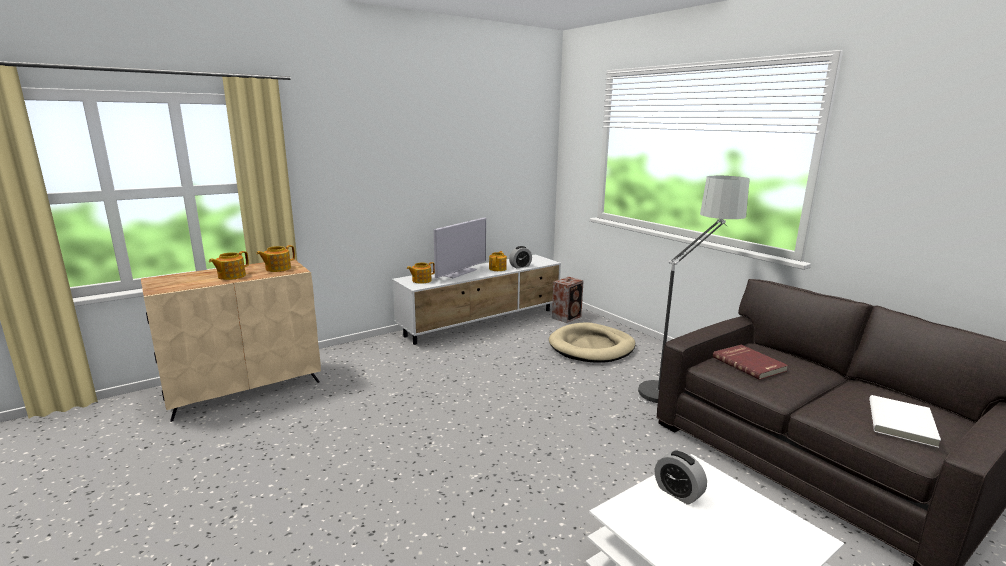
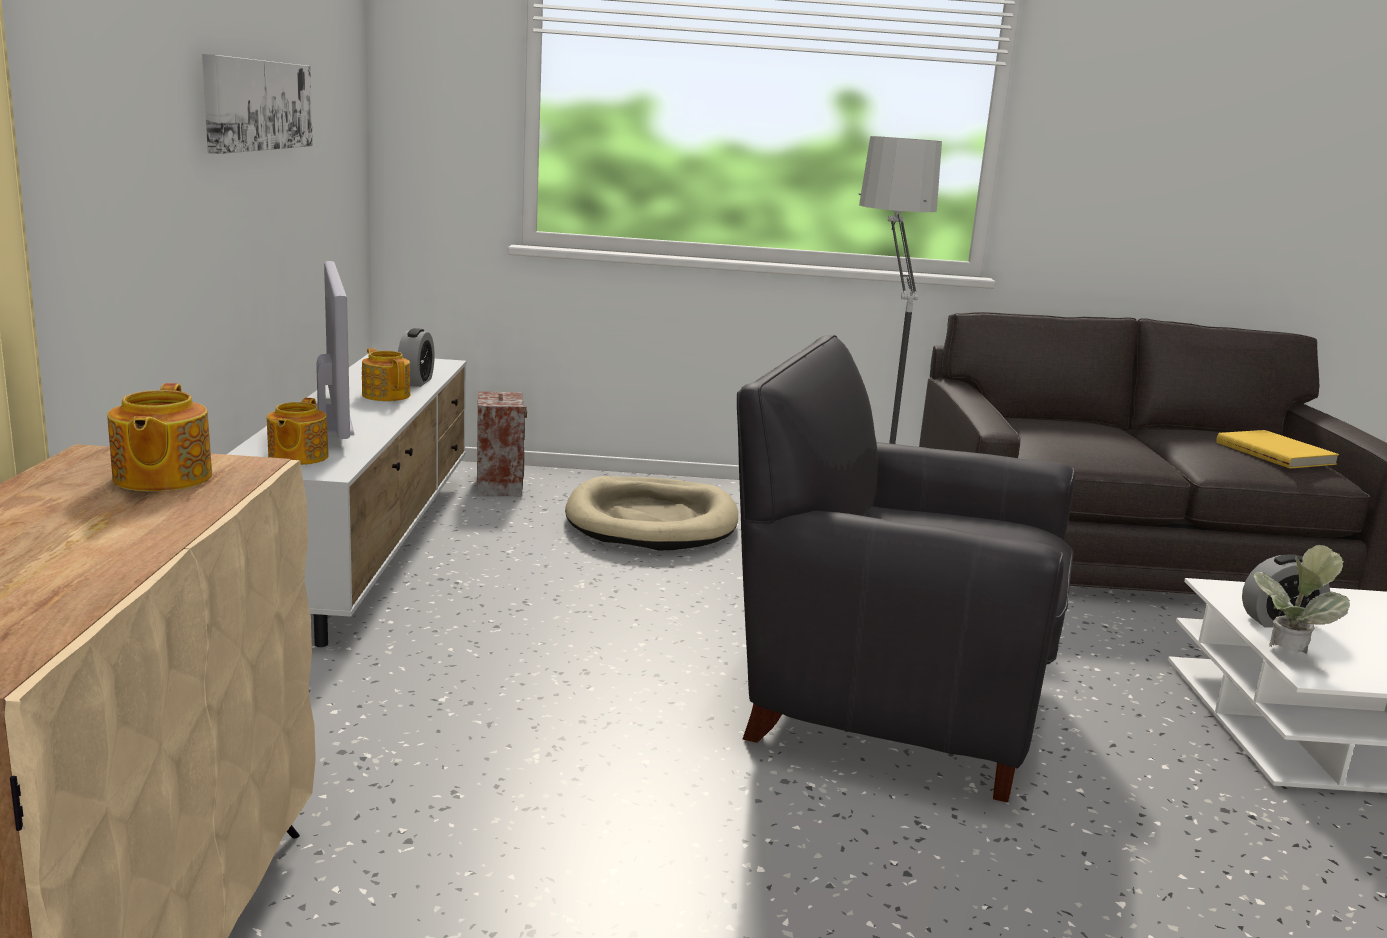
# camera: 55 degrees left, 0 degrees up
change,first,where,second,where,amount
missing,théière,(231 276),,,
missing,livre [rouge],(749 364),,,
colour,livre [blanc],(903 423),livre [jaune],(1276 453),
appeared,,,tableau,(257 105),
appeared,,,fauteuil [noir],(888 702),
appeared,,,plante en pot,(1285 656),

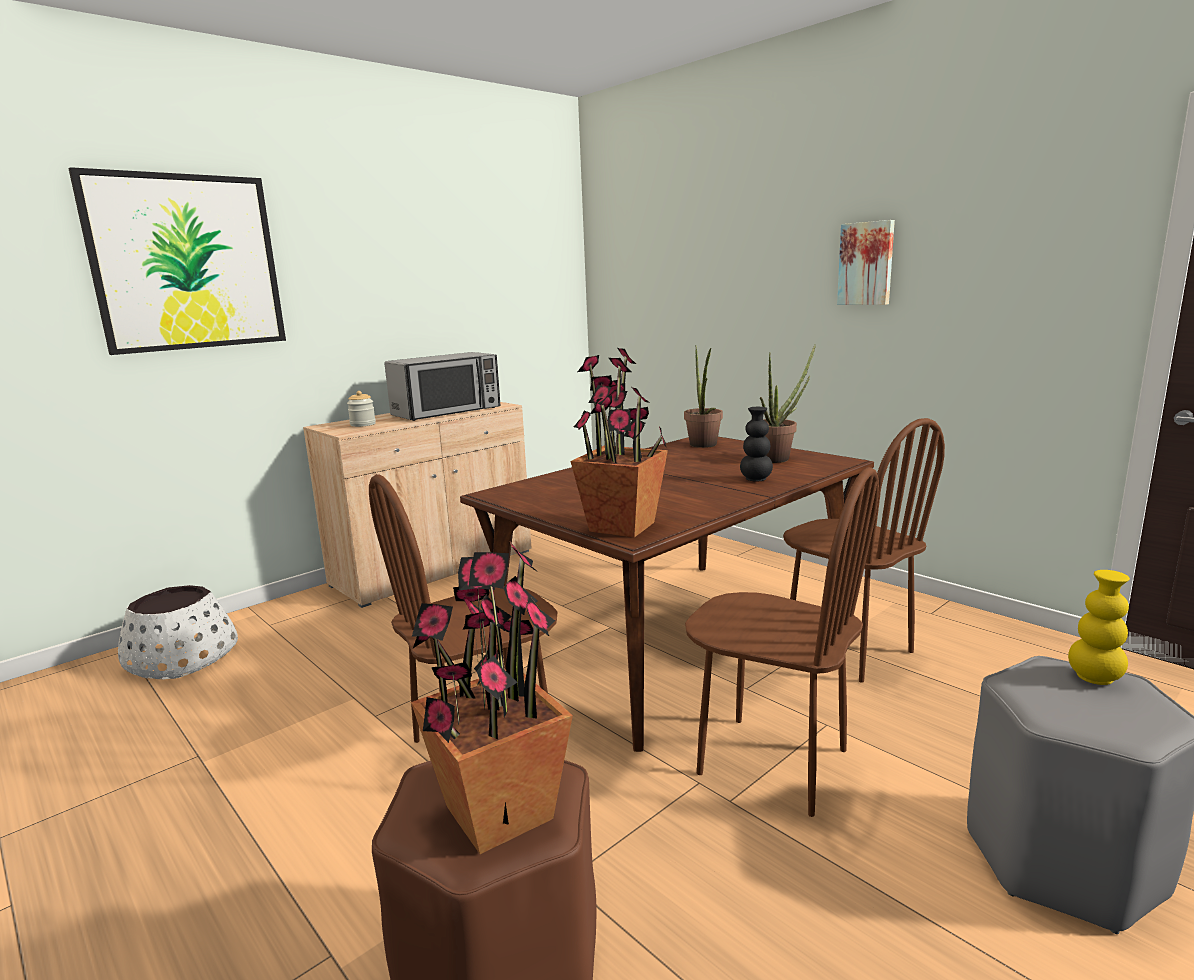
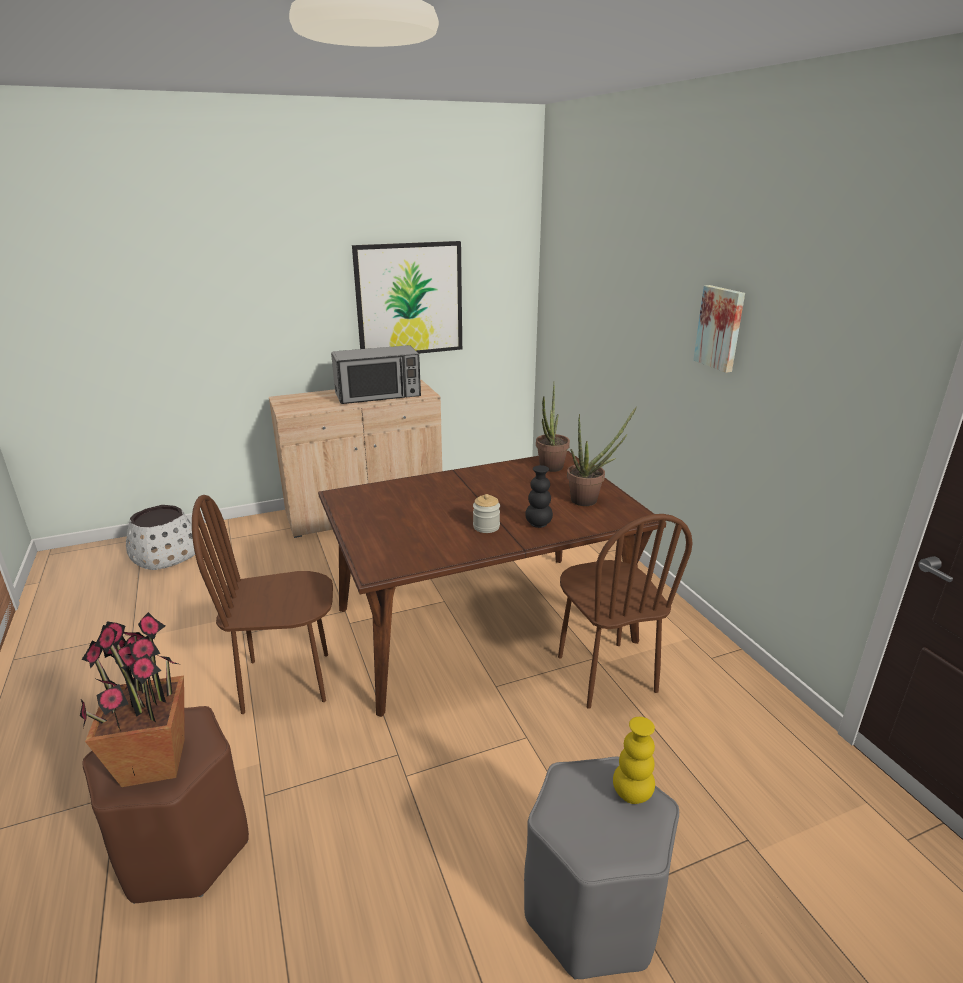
# camera: 20 degrees right, 10 degrees up
change,first,where,second,where,amount
relocated,tableau,(186 263),,(409 299),
missing,plante en pot,(622 527),,,
relocated,bocal,(363 424),,(486 527),
missing,chaise [marron],(772 762),,,

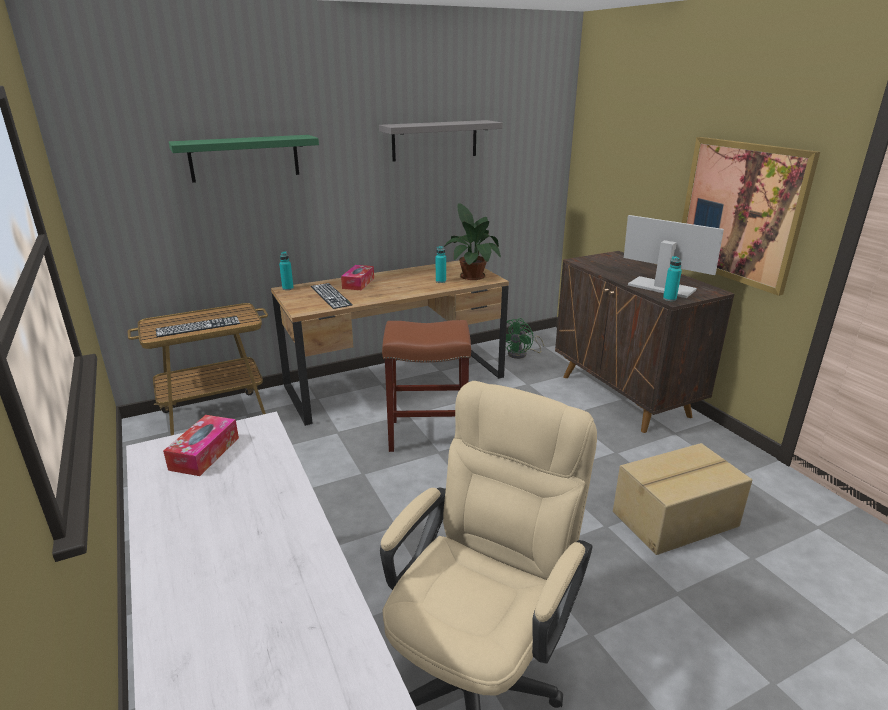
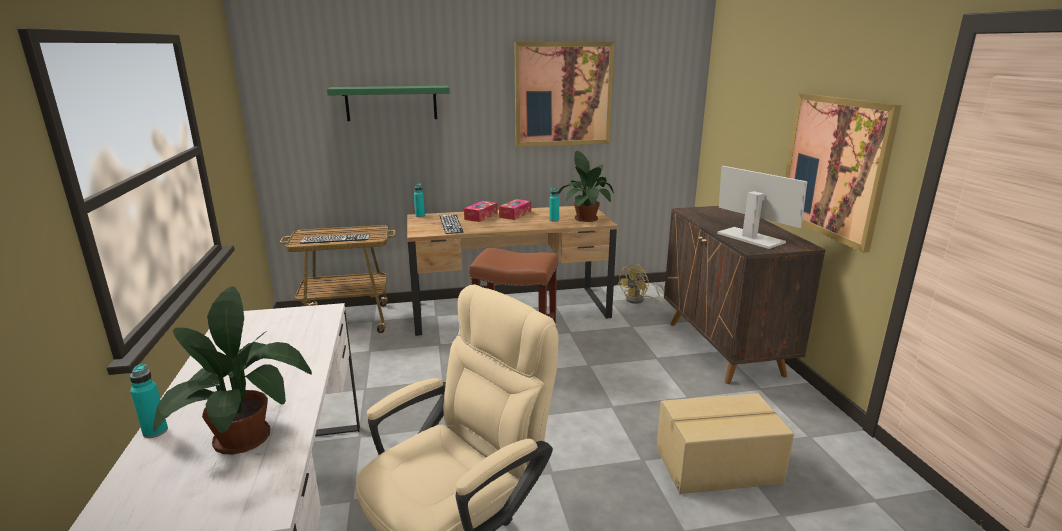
# camera: 15 degrees right, 5 degrees down
change,first,where,second,where,amount
exchanged,étagère [gris],(435 140),tableau,(563 94),
relocated,bouteille [turquoise],(669 299),,(155 431),
colour,ventilateur [vert],(521 354),ventilateur [jaune],(639 300),
relocated,boîte à mouchoirs,(204 453),,(515 214),
appeared,,,plante en pot,(246 434),

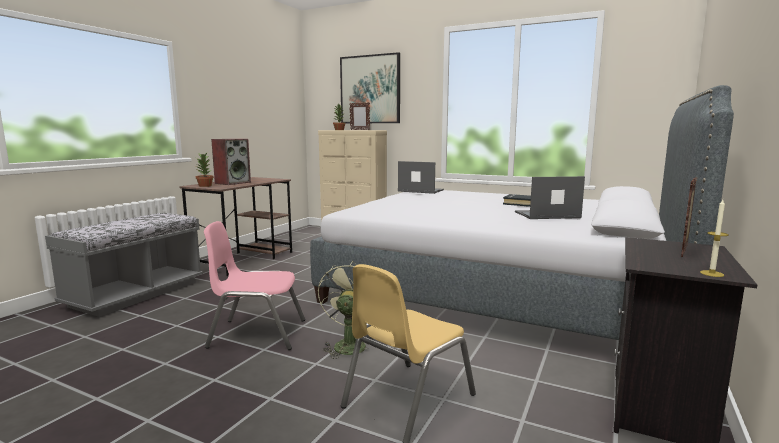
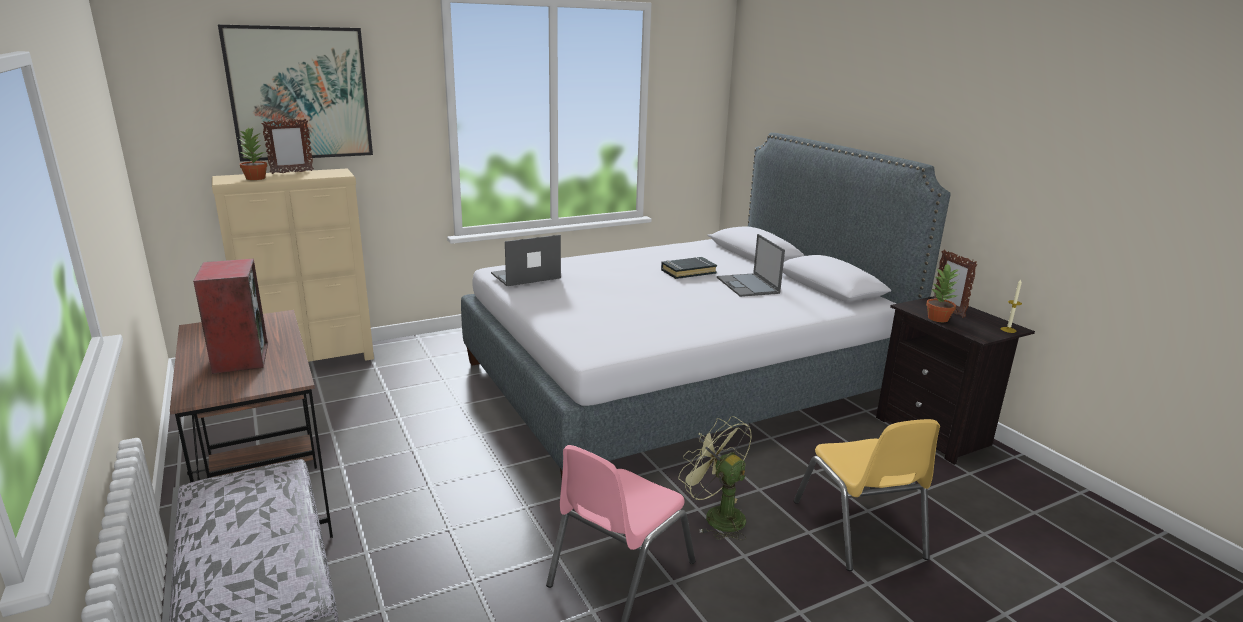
# camera: 55 degrees left, 10 degrees up
change,first,where,second,where,amount
relocated,plante en pot,(205 186),,(938 318),
spun,ordinateur portable,(546 215),,(748 285),45 degrees counterclockwise

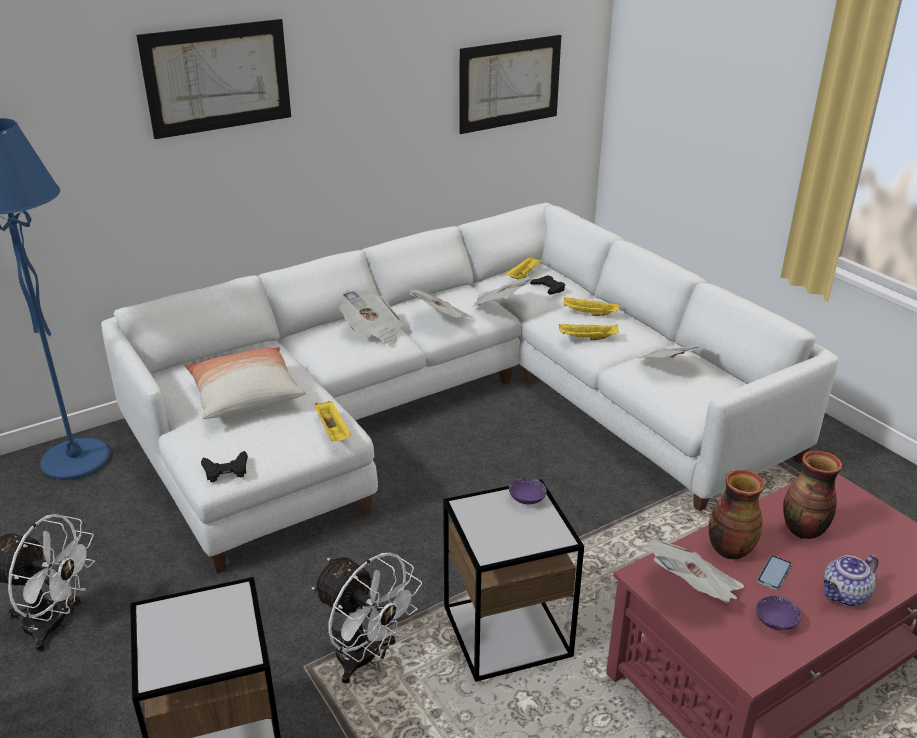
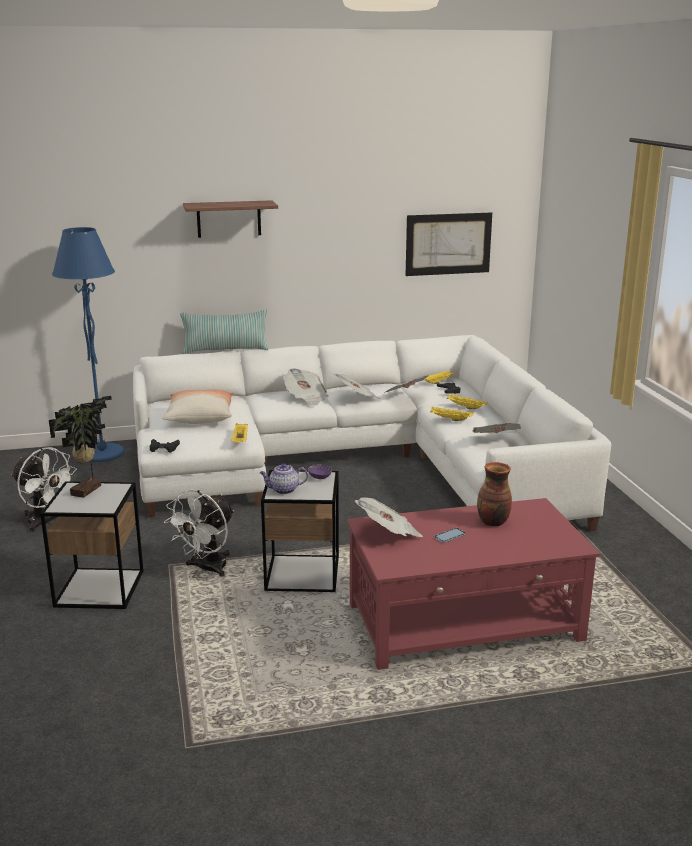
# camera: 20 degrees right, 10 degrees down
change,first,where,second,where,amount
exchanged,tableau,(218 78),étagère,(229 219),
missing,vase,(729 549),,,
spun,ventilateur [blanc],(365 659),,(207 569),60 degrees clockwise
relocated,théière,(844 595),,(283 490),
missing,bol [violet],(775 622),,,
appeared,,,coussin,(225 350),
appeared,,,plante en pot,(88 490),

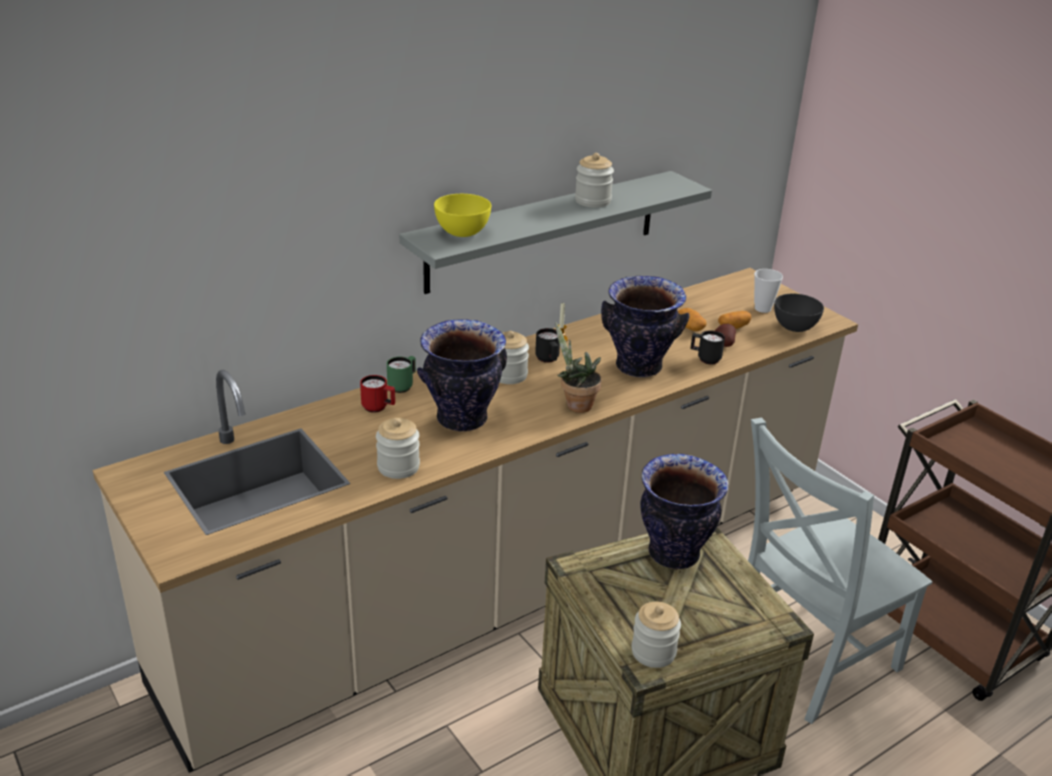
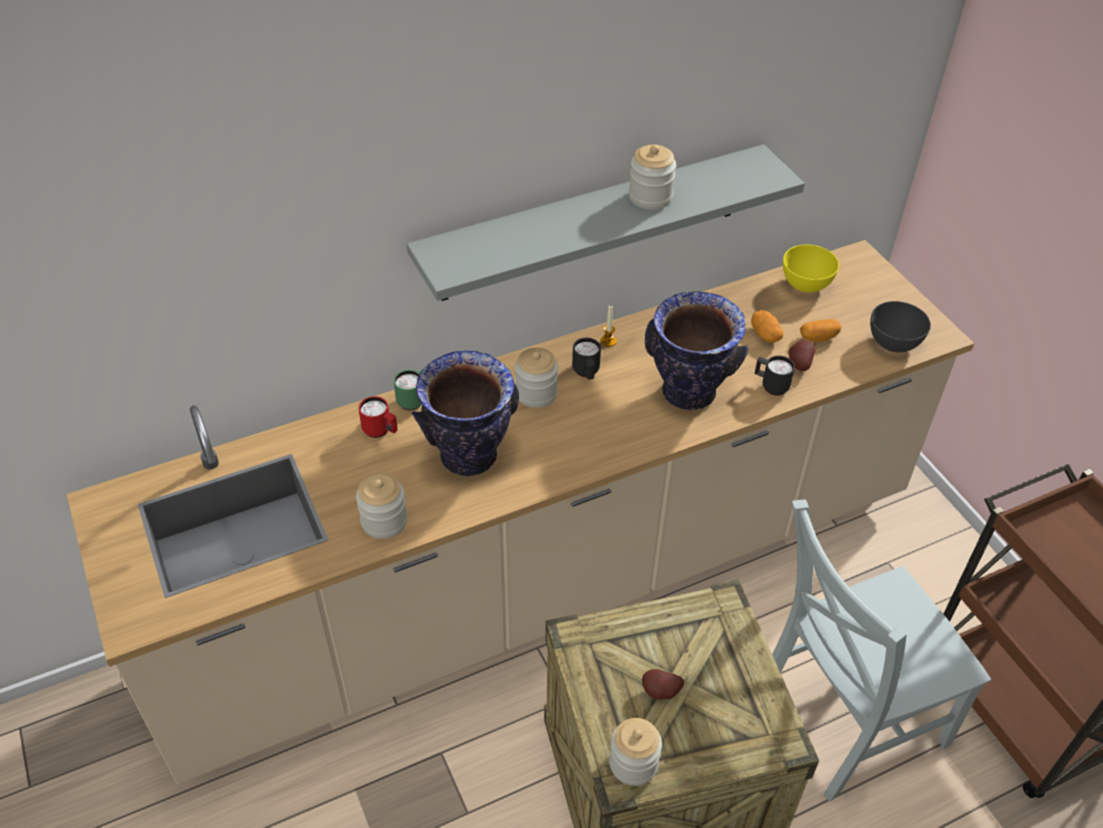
# camera: 10 degrees right, 15 degrees up
change,first,where,second,where,amount
relocated,bol [jaune],(463 232),,(806 284),
missing,tasse,(762 308),,,
missing,plante en pot,(575 405),,,
missing,vase,(674 554),,,
appeared,,,pomme de terre,(661 693),

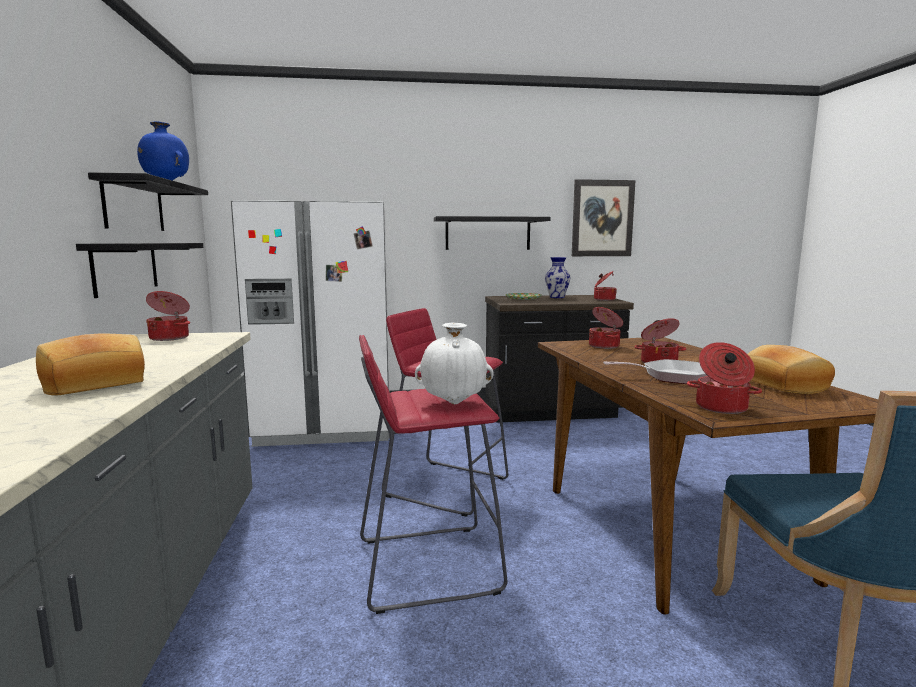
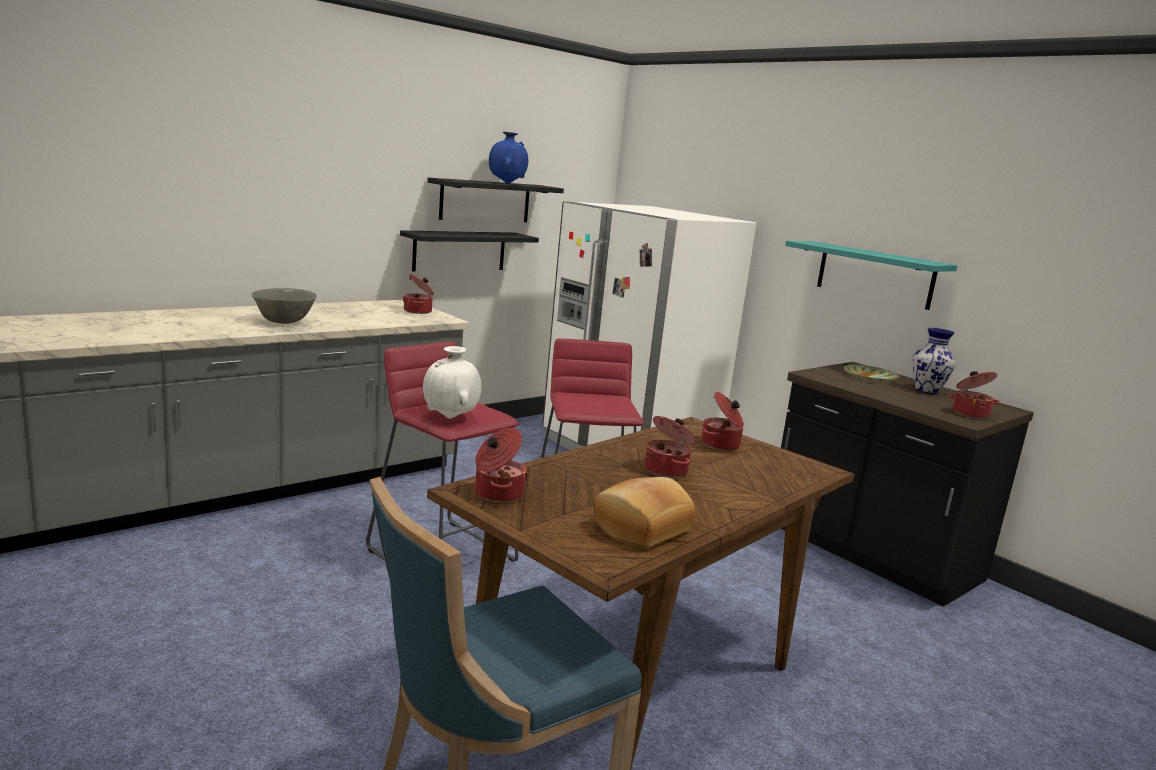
# camera: 55 degrees right, 5 degrees up
change,first,where,second,where,amount
missing,tableau,(602 218),,,
colour,étagère [noir],(488 233),étagère [turquoise],(875 275),
exchanged,pain,(94 384),bol [gris],(284 322),
missing,poêle,(672 377),,,

